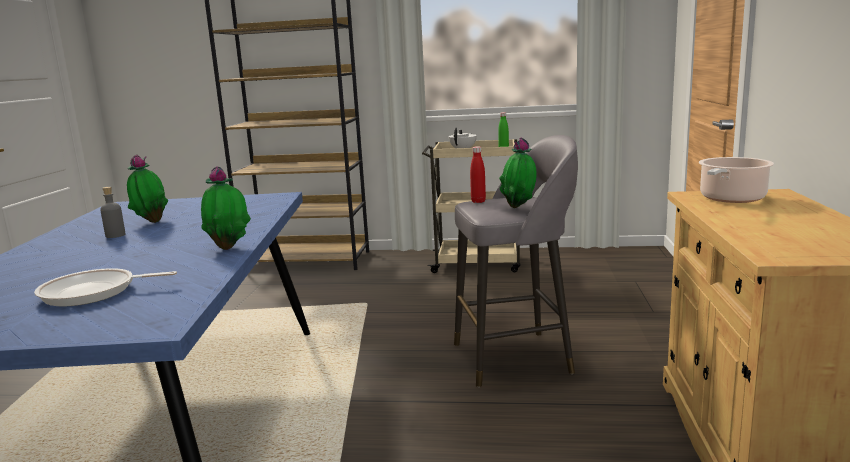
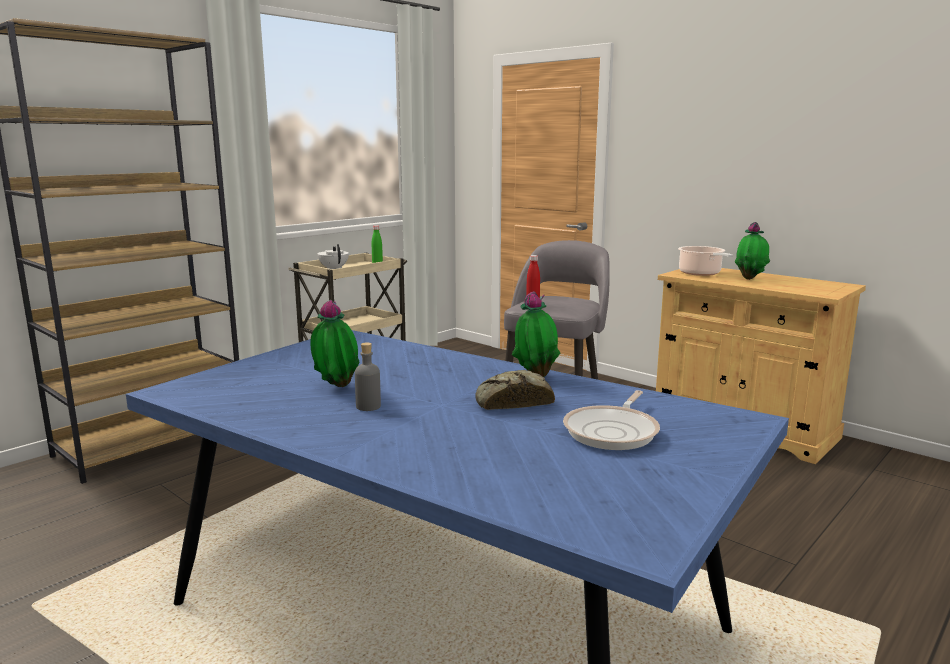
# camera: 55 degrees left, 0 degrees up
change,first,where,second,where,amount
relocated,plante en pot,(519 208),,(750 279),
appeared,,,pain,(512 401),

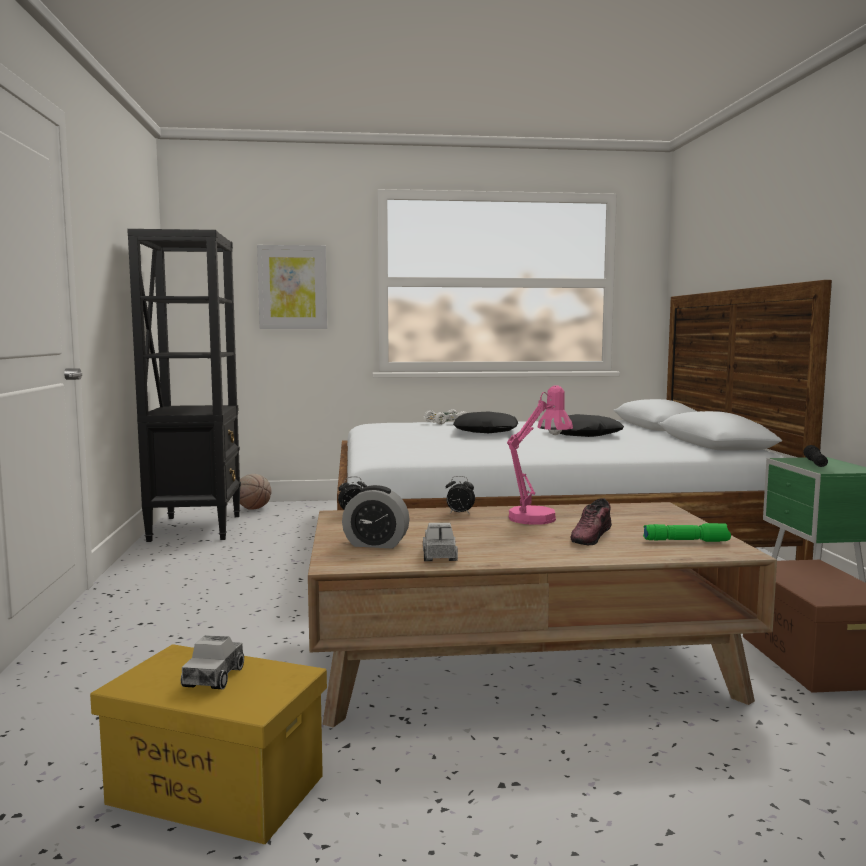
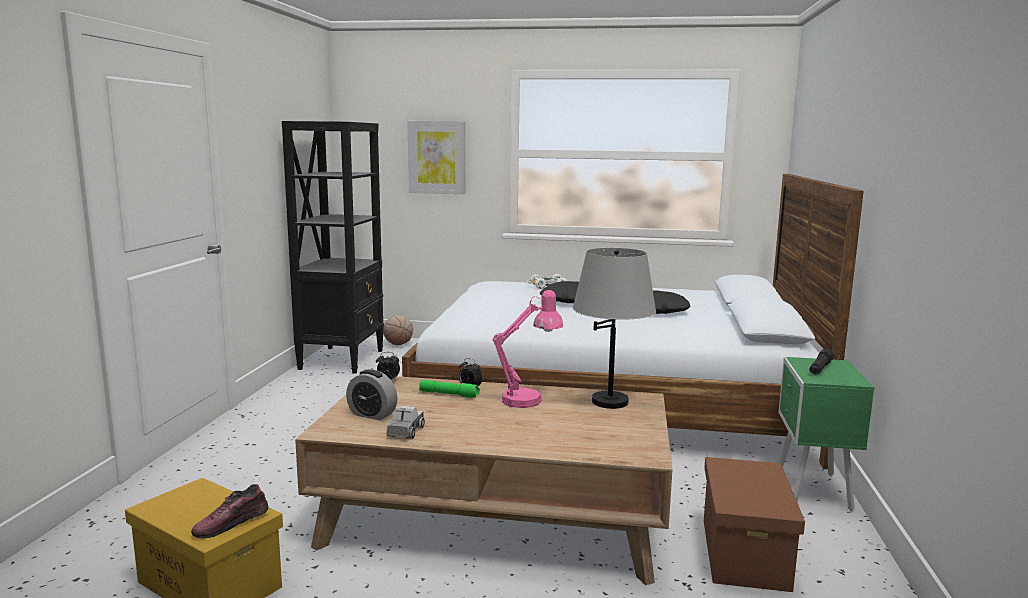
# camera: 15 degrees right, 5 degrees up
change,first,where,second,where,amount
relocated,chaussure,(591 537),,(231 523),
relocated,lampe de poche [vert],(686 541),,(449 394),
missing,camion jouet,(214 676),,,
appeared,,,lampe de table [gris],(610 401),

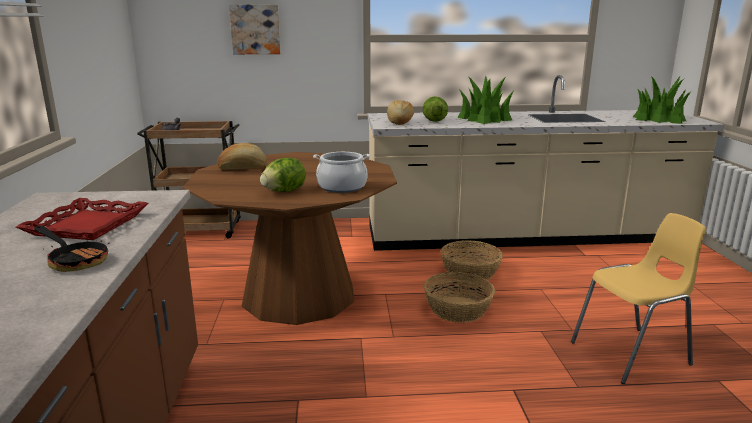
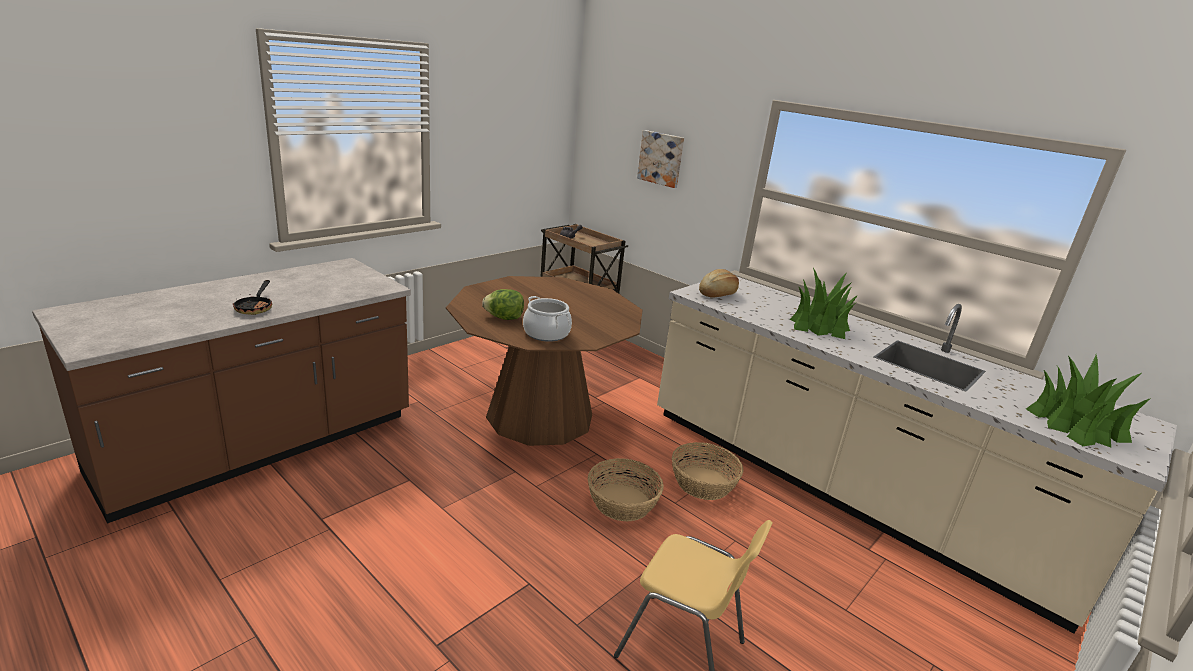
# camera: 45 degrees right, 5 degrees up
change,first,where,second,where,amount
missing,laitue,(434 121),,,
missing,pain,(243 168),,,
missing,plateau [rouge],(87 225),,,

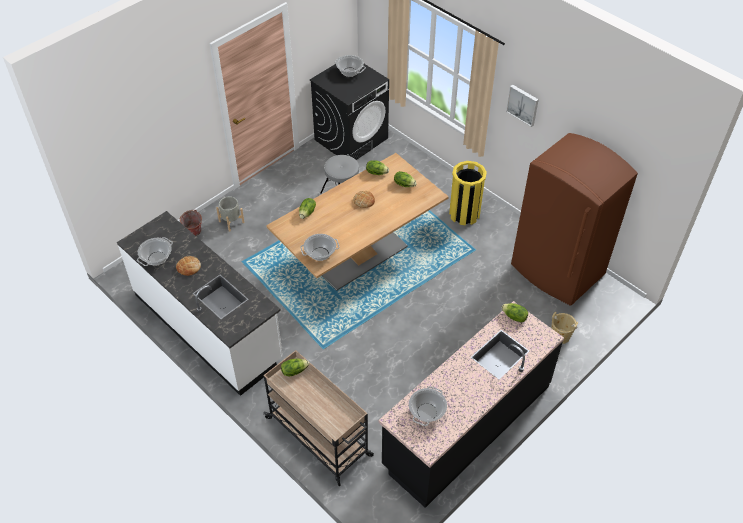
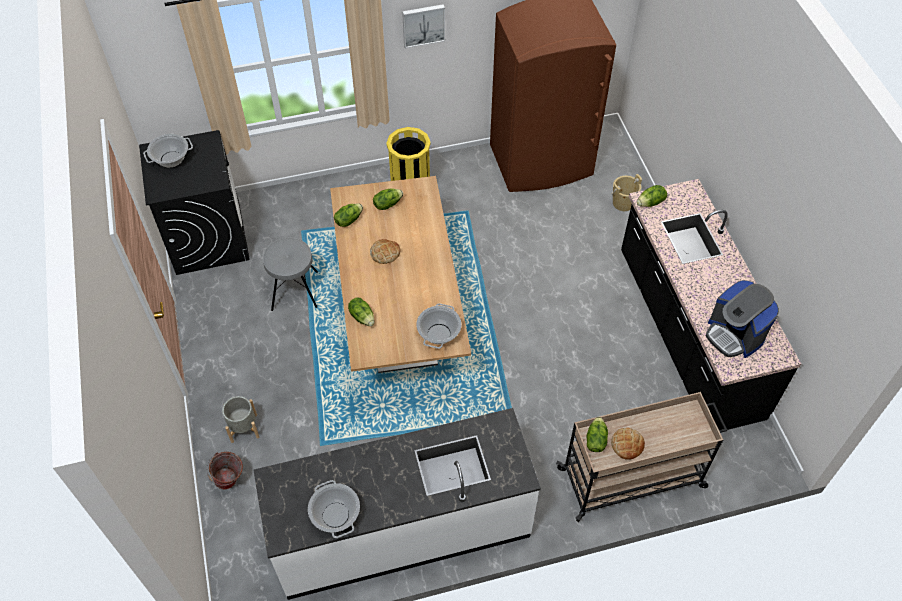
# camera: 60 degrees left, 5 degrees up
change,first,where,second,where,amount
relocated,pain,(189 267),,(627 445),
exchanged,marmite,(427 412),machine à café,(734 334),

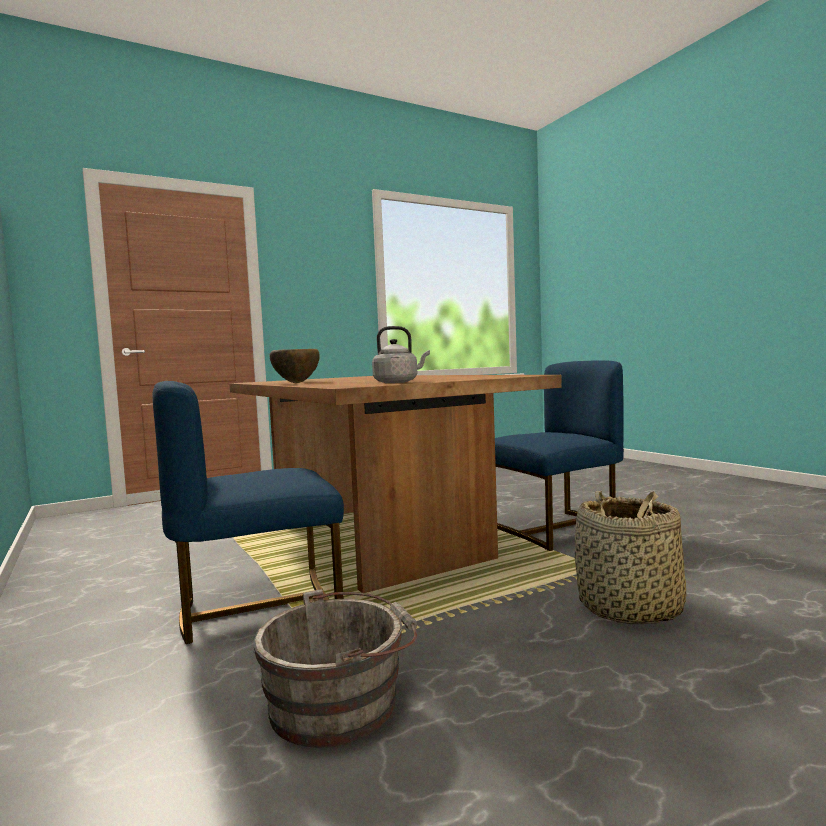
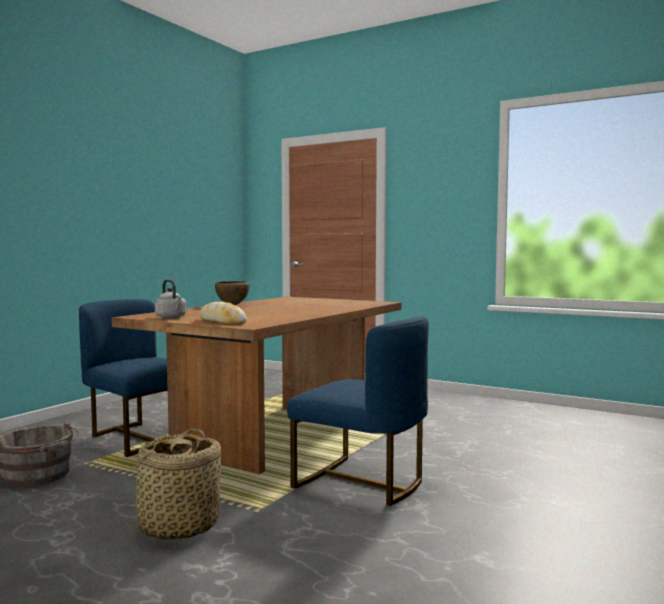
# camera: 60 degrees right, 0 degrees up
change,first,where,second,where,amount
appeared,,,pain,(222 321),

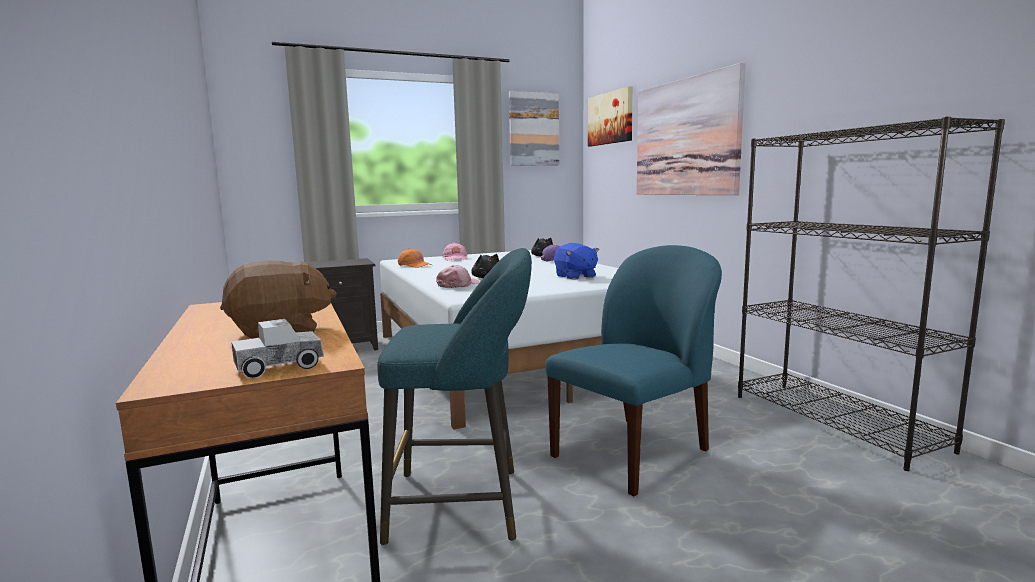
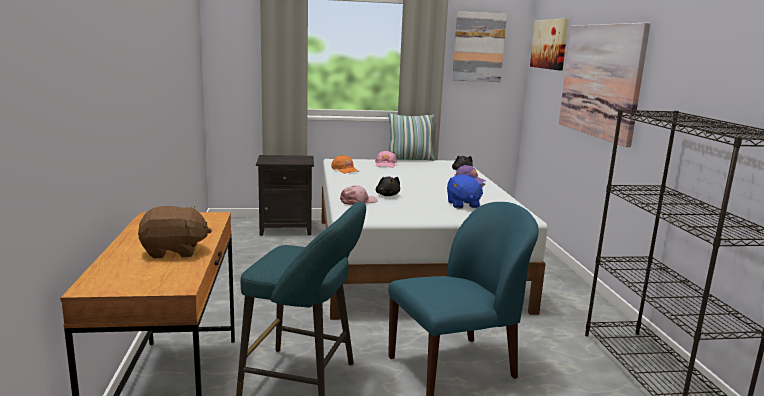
# camera: 15 degrees right, 5 degrees up
change,first,where,second,where,amount
missing,camion jouet,(280 367),,,
appeared,,,coussin,(410 160),

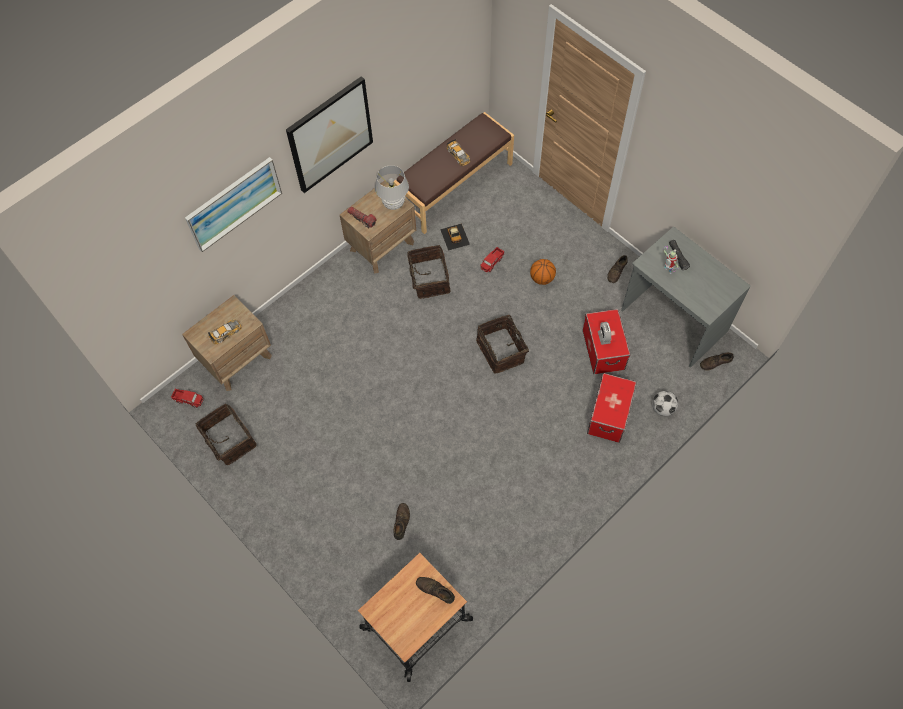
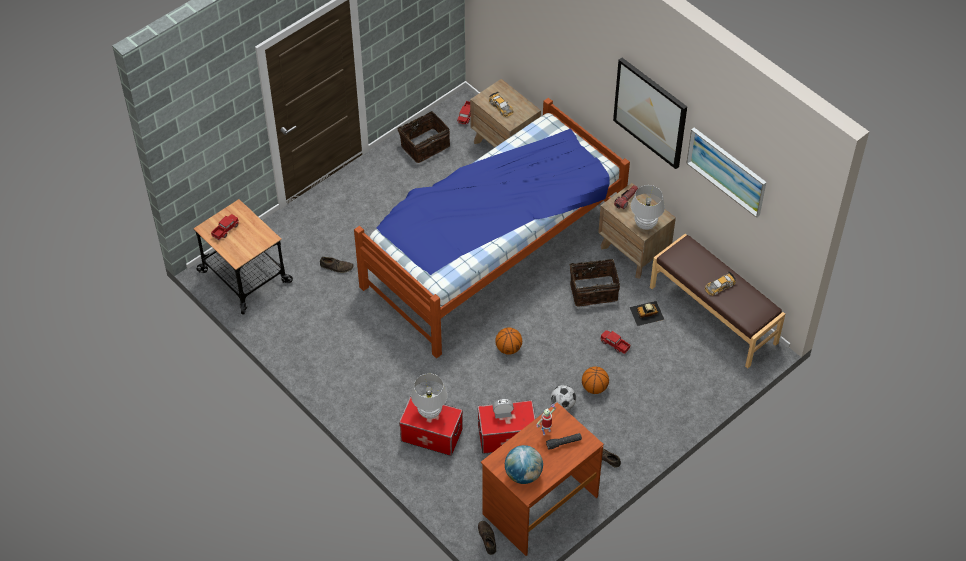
# camera: 90 degrees right, 10 degrees down
change,first,where,second,where,amount
relocated,tableau,(234 203),,(727 171),
colour,bureau [gris],(673 321),bureau [marron],(539 504),
exchanged,panier,(502 350),ballon de basket,(508 348),
relocated,ballon de foot,(662 408),,(562 404),
missing,chaussure [marron],(435 590),,,
appeared,,,lit,(492 252),
appeared,,,camion jouet,(225 230),
appeared,,,lampe de table [blanc],(429 412),
appeared,,,globe,(523 474),

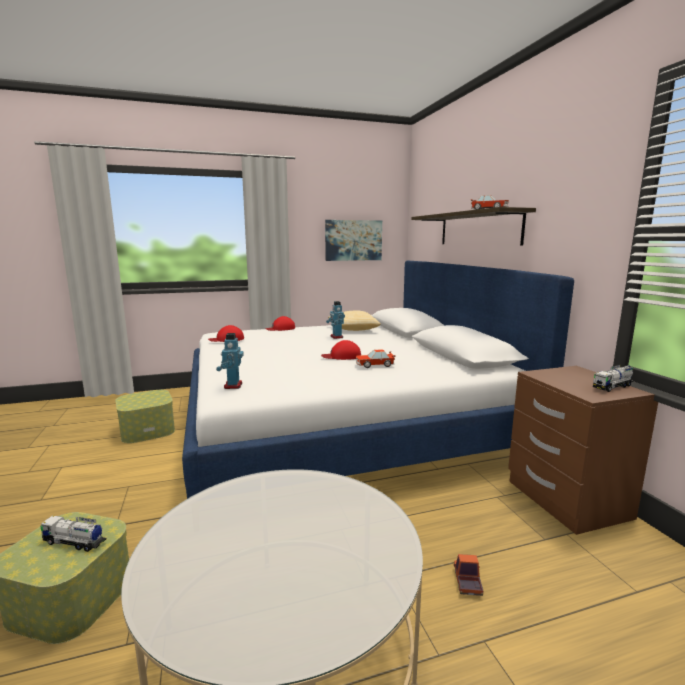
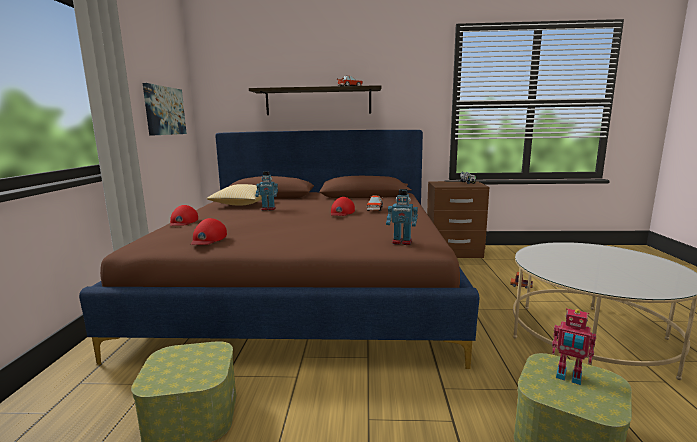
# camera: 70 degrees left, 0 degrees up
change,first,where,second,where,amount
colour,lit [blanc],(342 423),lit [marron],(308 286),
exchanged,camion jouet,(74 542),robot jouet,(568 377),

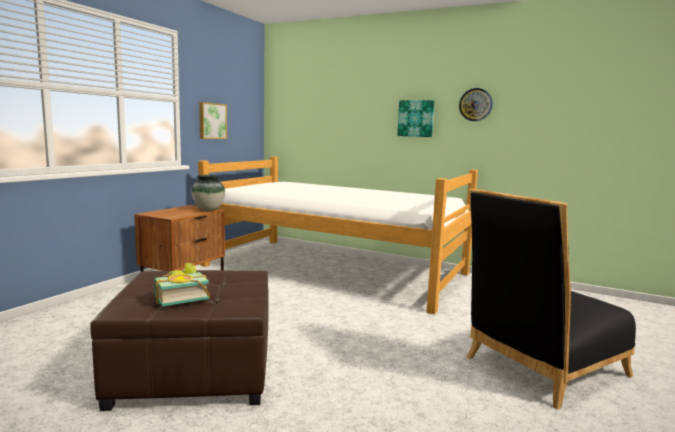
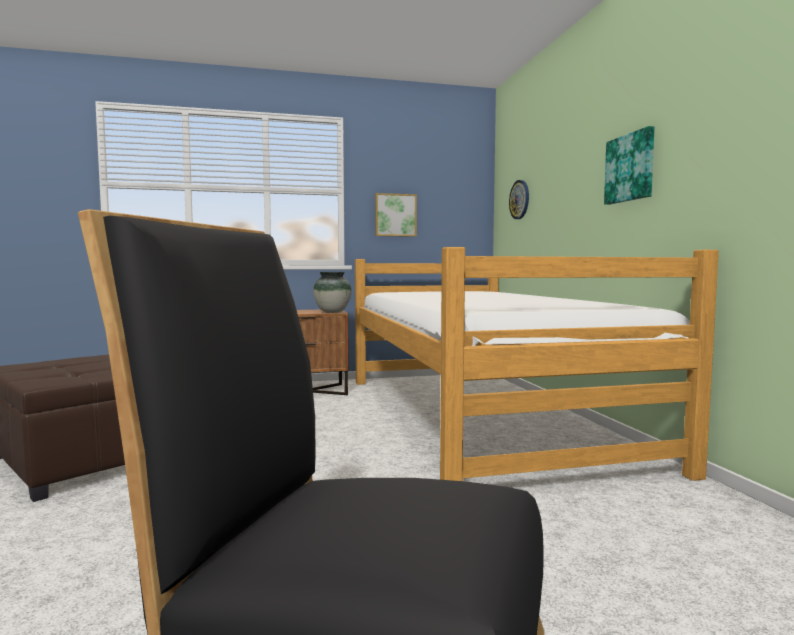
# camera: 50 degrees right, 5 degrees down
change,first,where,second,where,amount
relocated,horloge murale,(475 104),,(520 199),
missing,livre,(180 298),,,

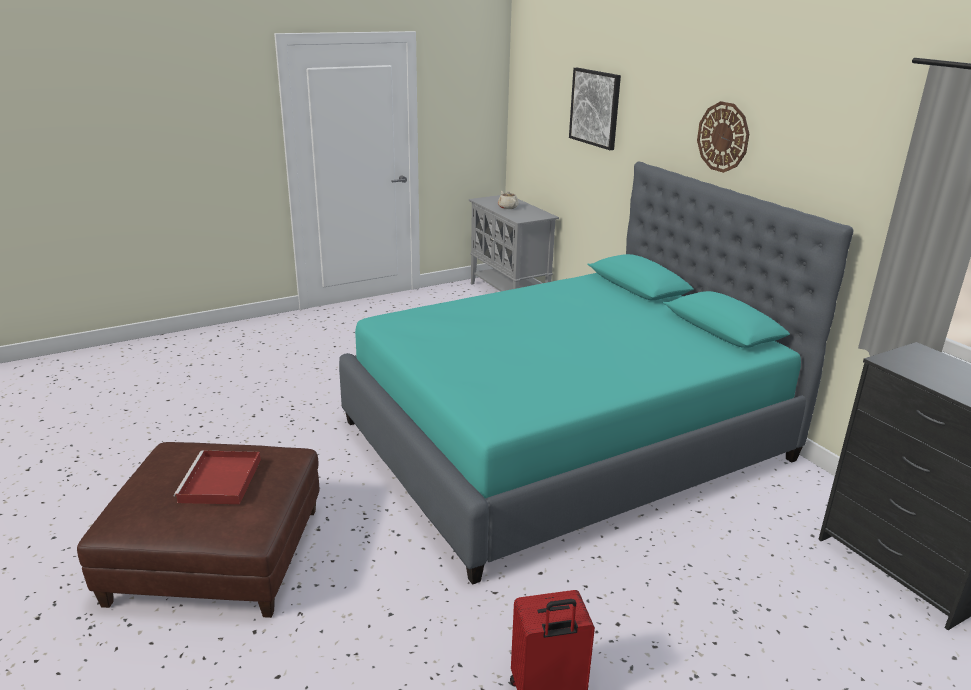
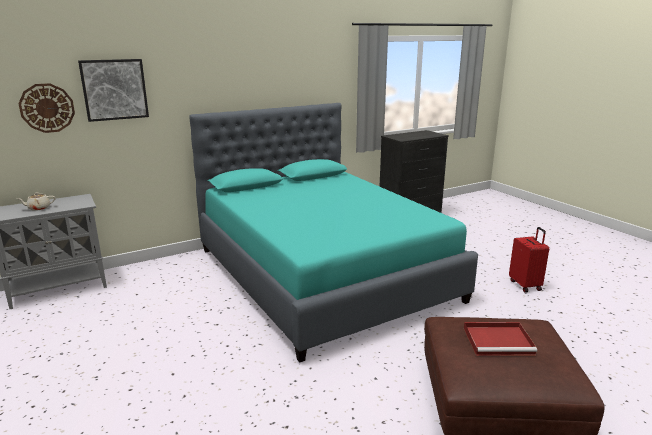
# camera: 90 degrees left, 5 degrees down
change,first,where,second,where,amount
relocated,horloge murale,(723 137),,(47 108),

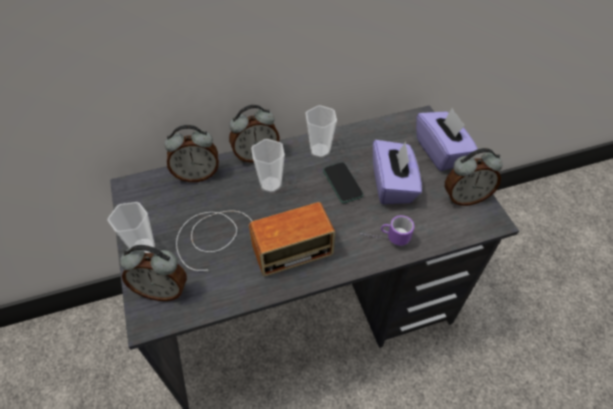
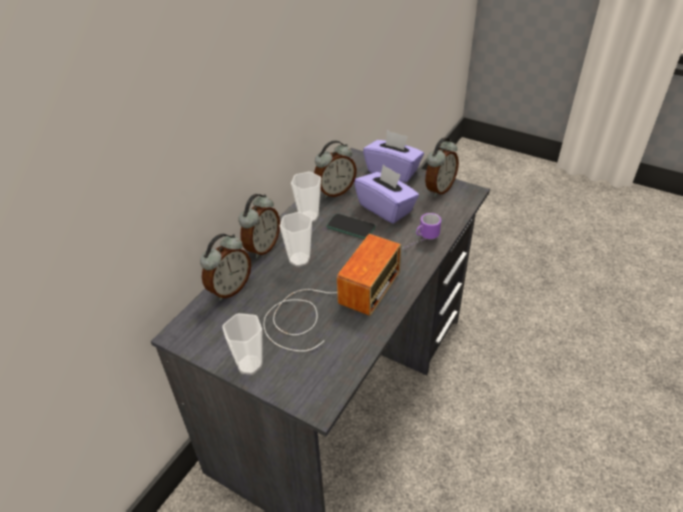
# camera: 40 degrees left, 10 degrees down
change,first,where,second,where,amount
relocated,réveil,(162 290),,(335 191),

